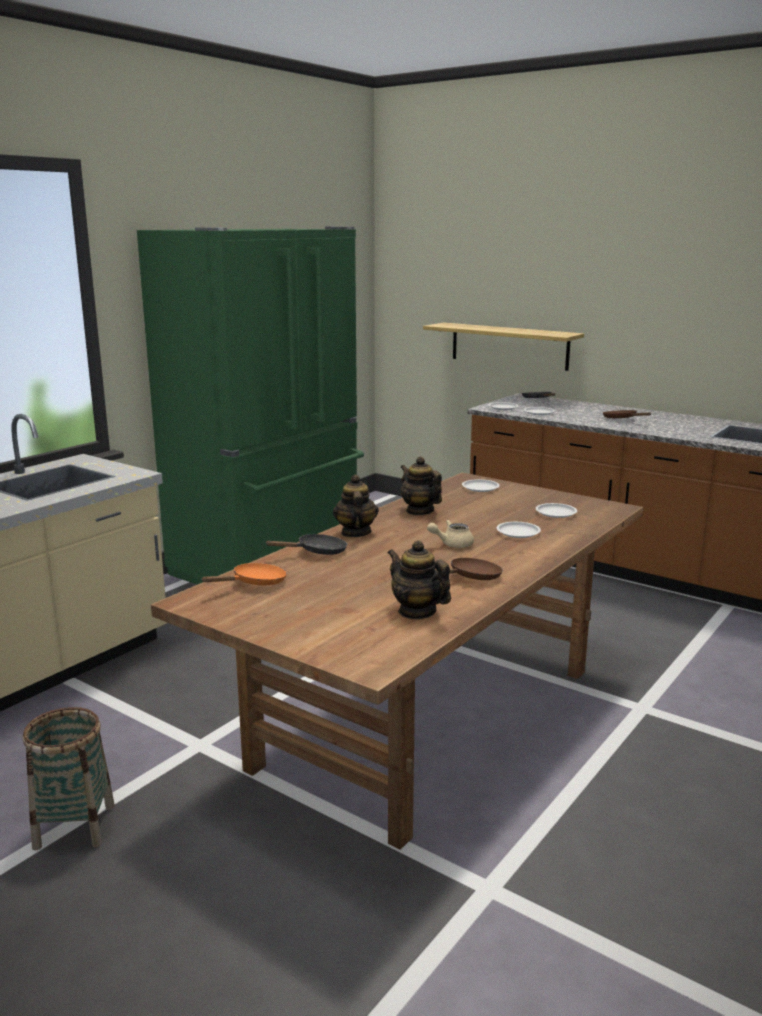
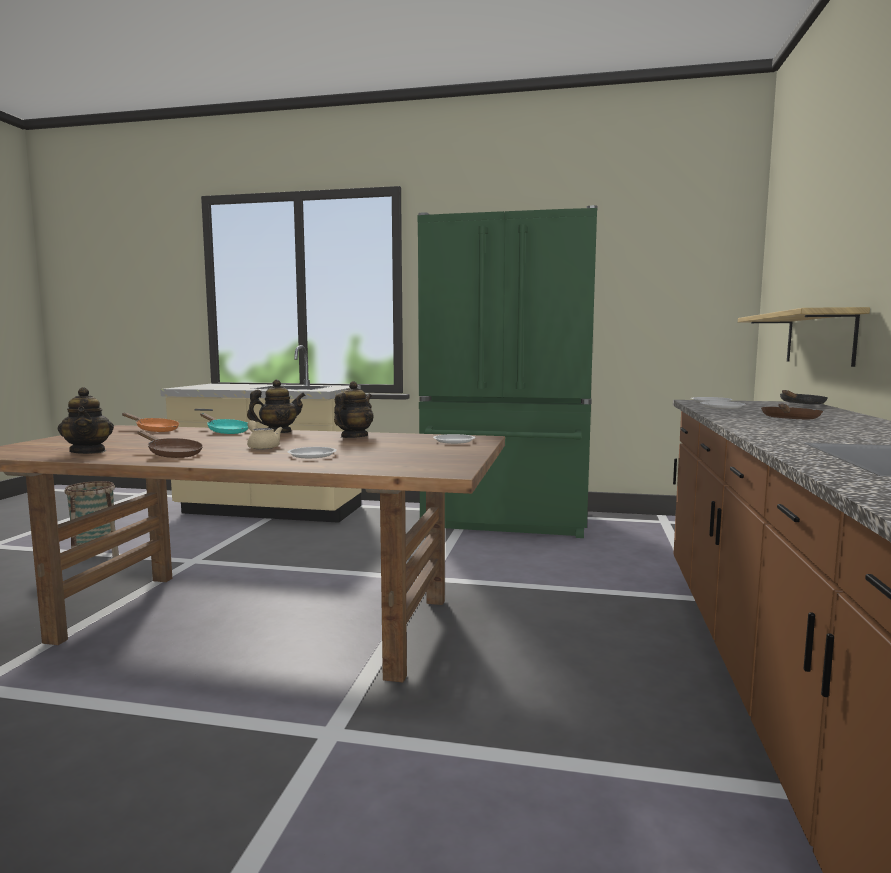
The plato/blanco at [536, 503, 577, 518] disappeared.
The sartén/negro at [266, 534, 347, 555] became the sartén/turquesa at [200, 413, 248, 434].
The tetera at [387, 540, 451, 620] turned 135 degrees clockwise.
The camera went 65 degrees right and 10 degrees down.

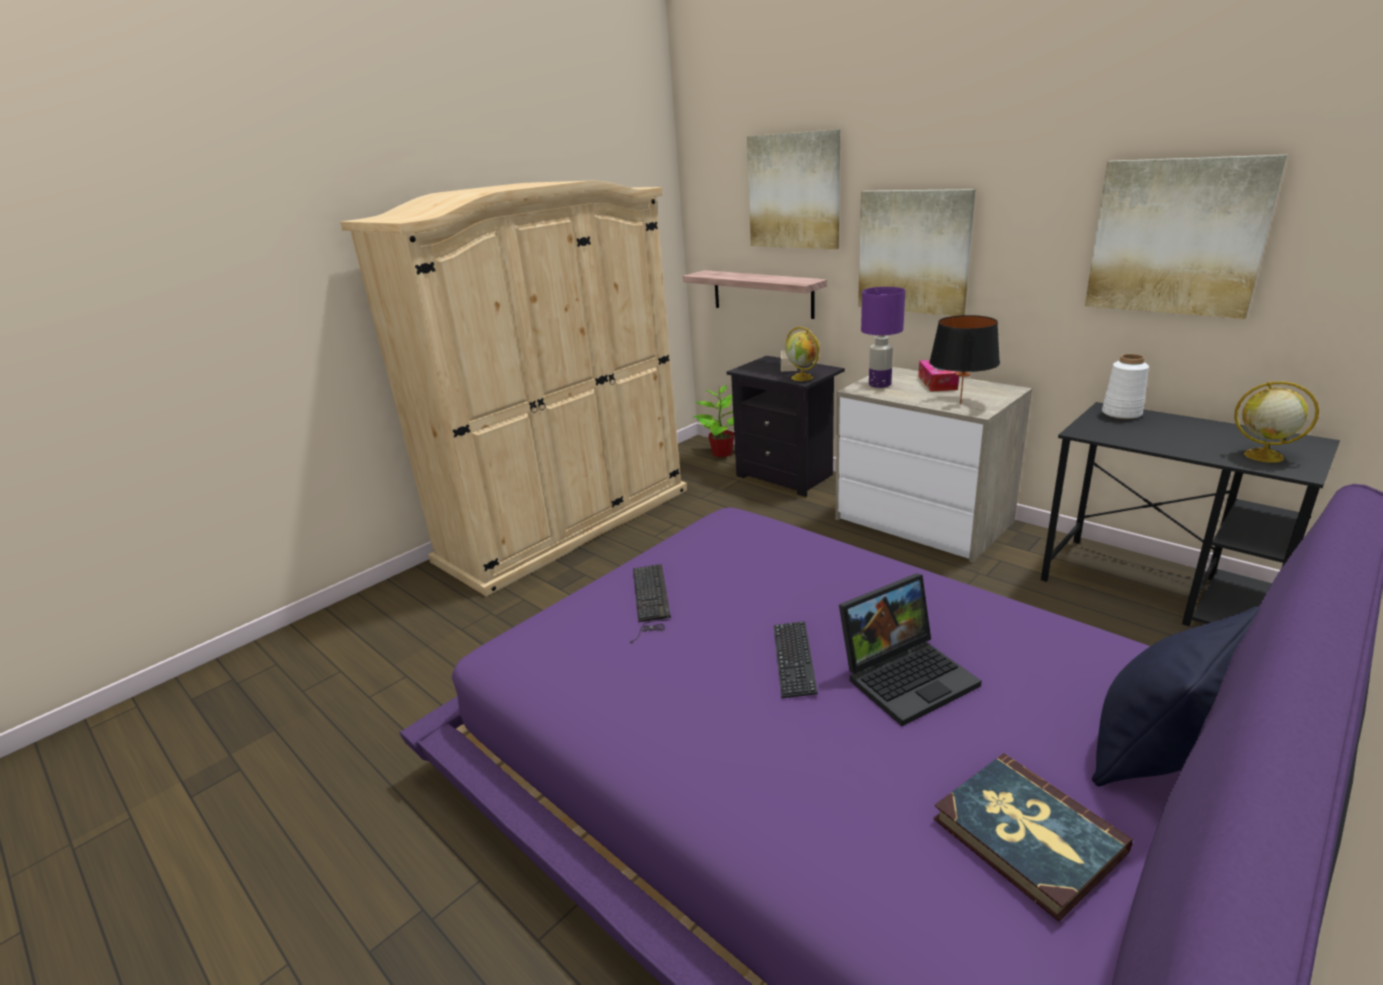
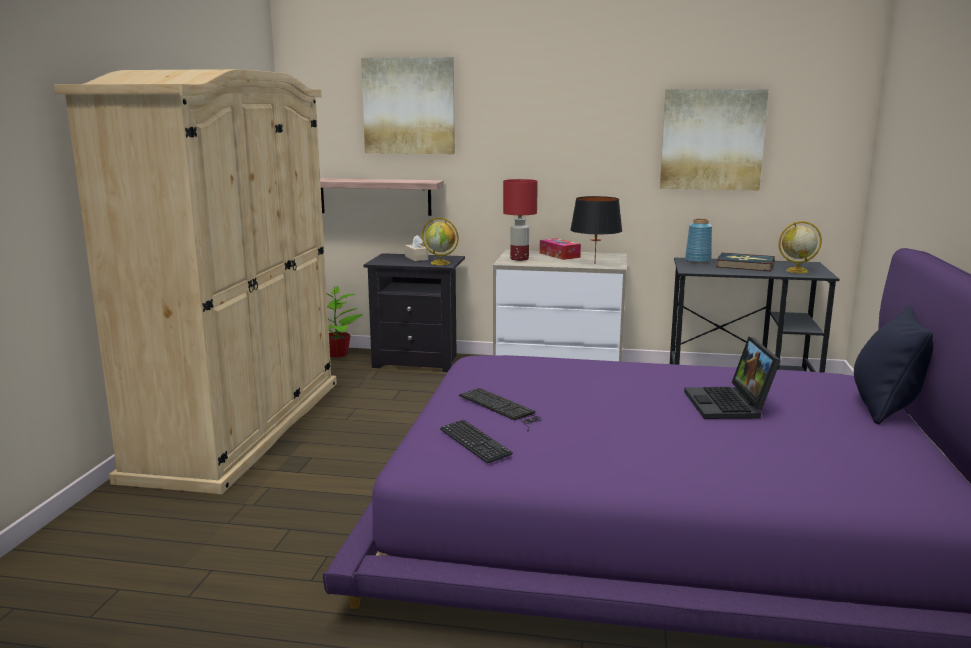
The cuadro at [858, 189, 976, 316] disappeared.
The teclado moved from [773, 621, 818, 698] to [440, 420, 513, 464].
The libro moved from [933, 753, 1133, 921] to [716, 252, 775, 271].
The lámpara de mesa/morado at [861, 287, 905, 388] became the lámpara de mesa/rojo at [503, 179, 538, 261].
The florero/blanco at [1102, 354, 1149, 419] became the florero/azul at [685, 218, 712, 263].
The portátil at [839, 573, 982, 726] turned 150 degrees clockwise.
The camera went 35 degrees left and 10 degrees down.

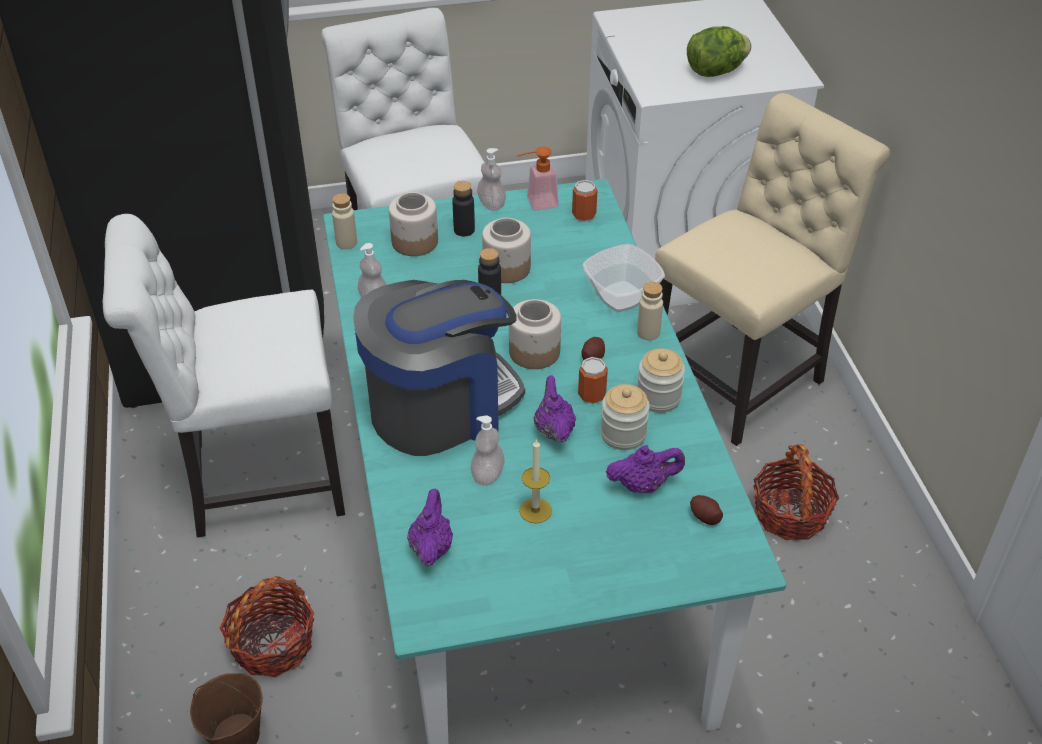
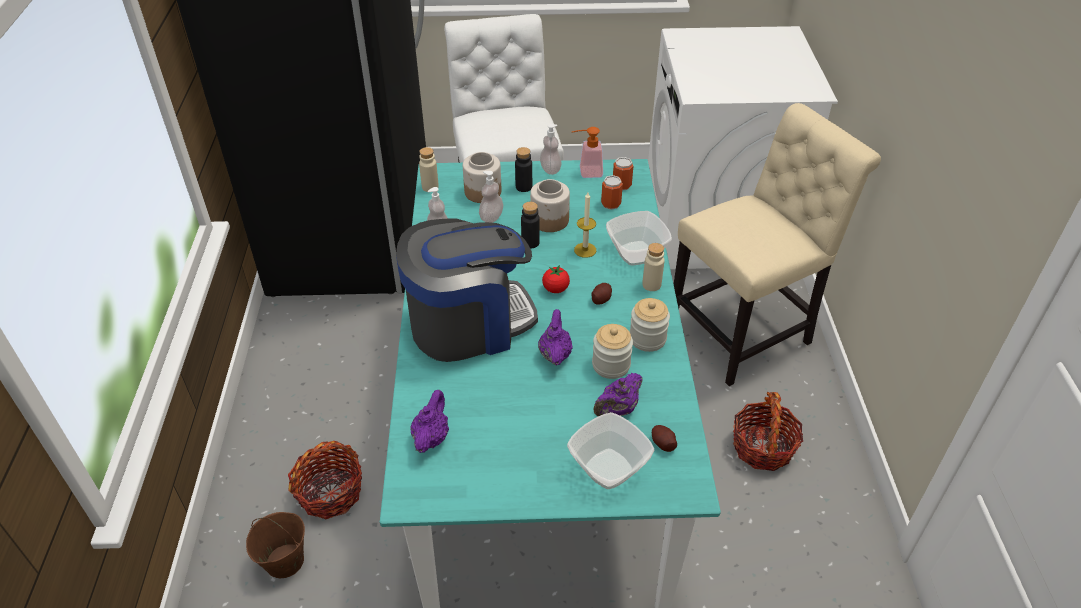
The silla/blanco at [103, 214, 345, 538] disappeared.
The lechuga at [687, 26, 751, 77] disappeared.
The cuenco at [567, 412, 654, 489] appeared.
The dispensador de jabón moved from [471, 416, 505, 486] to [479, 171, 503, 223].
The vela moved from [519, 438, 552, 524] to [574, 192, 596, 258].
The lata moved from [578, 357, 608, 404] to [601, 175, 623, 210].
The tarro at [509, 299, 561, 369] was replaced by the tomate at [542, 265, 570, 293].
The tetera/morado at [606, 445, 685, 493] turned 135 degrees clockwise.
The camera went 10 degrees right and 0 degrees up.

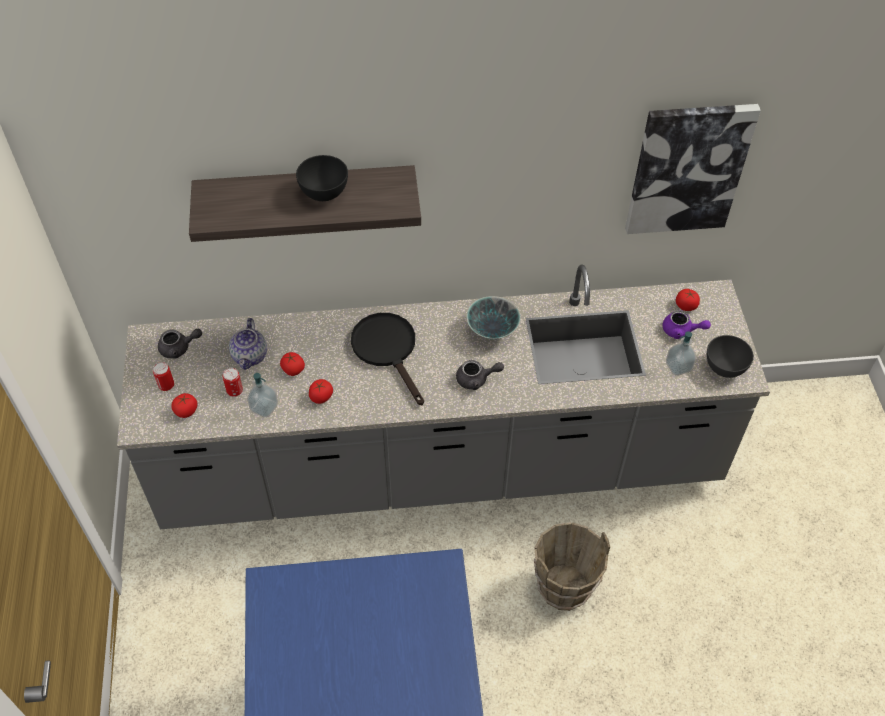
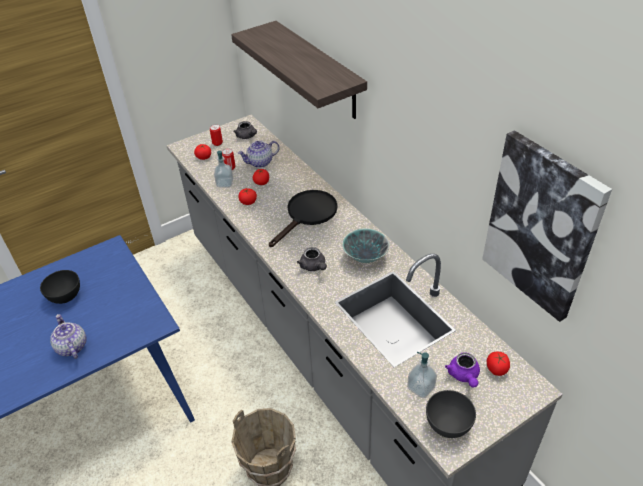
The tetera at [50, 314, 86, 359] appeared.
The cuenco/negro moved from [296, 155, 348, 201] to [40, 270, 80, 304].
The camera went 65 degrees right and 10 degrees down.

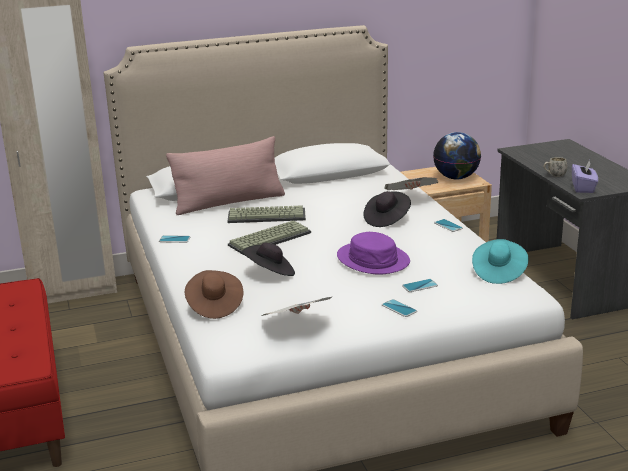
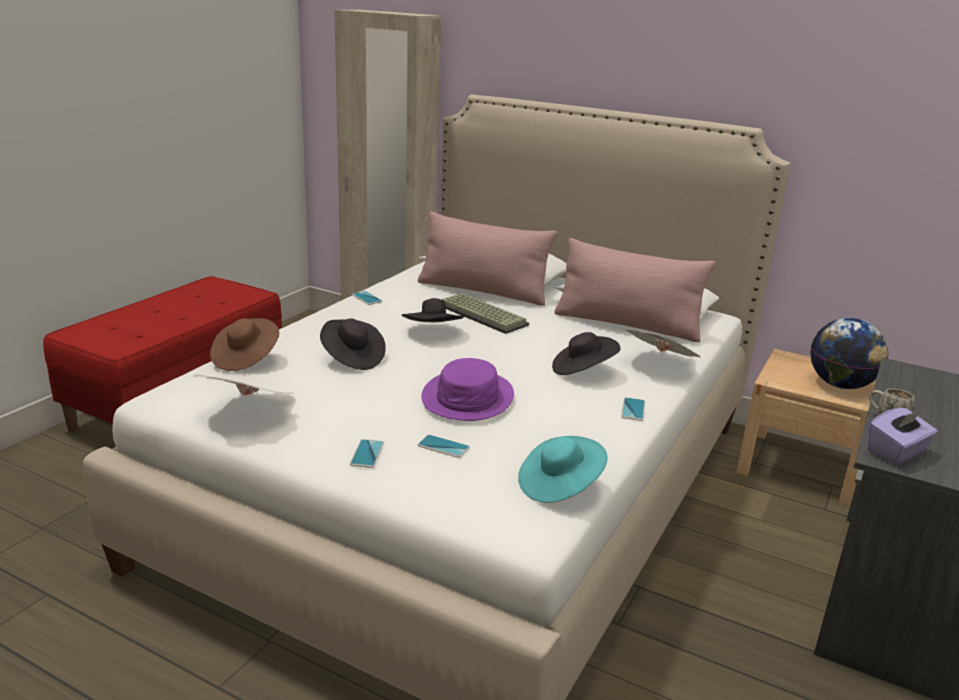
The cojín/rosa at [554, 238, 716, 342] appeared.
The teclado at [228, 220, 311, 255] was replaced by the sombrero/negro at [402, 298, 465, 322].
The camera went 45 degrees right and 0 degrees up.

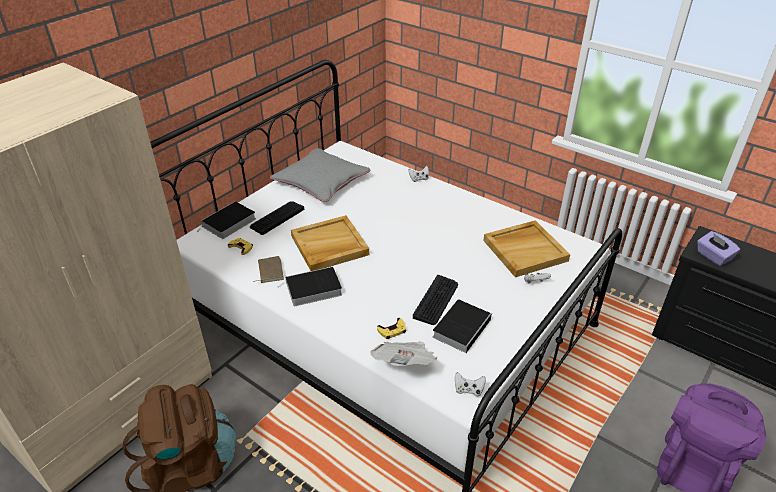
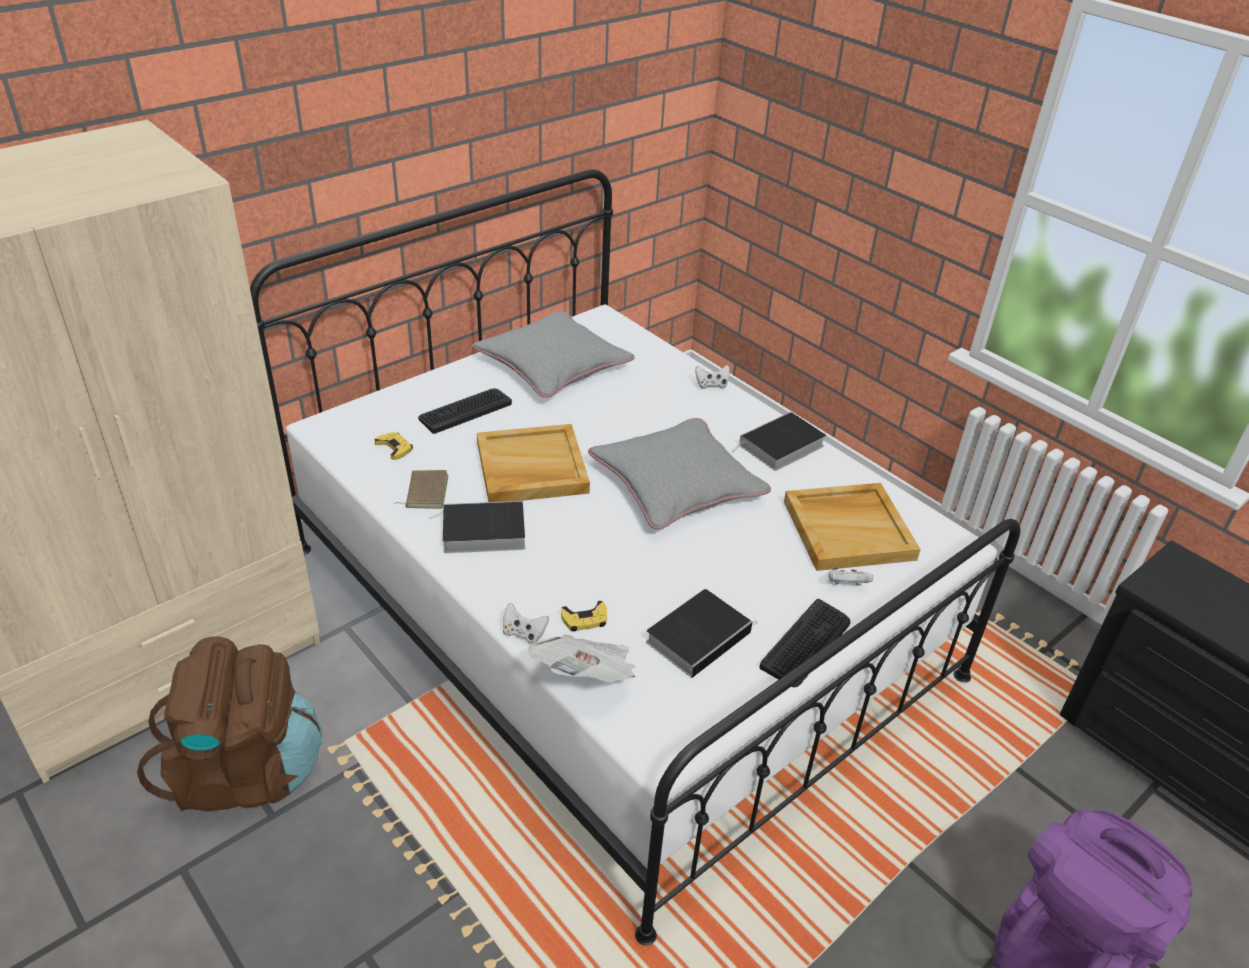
The caja de pañuelos/morado at [697, 231, 740, 266] disappeared.
The cojín/gris at [588, 418, 771, 529] appeared.
The libro moved from [199, 201, 256, 239] to [732, 412, 826, 471].
The teclado moved from [413, 275, 458, 325] to [760, 599, 850, 687].
The mando de consola/blanco moved from [455, 372, 486, 397] to [503, 603, 549, 644].
The camera went 10 degrees right and 0 degrees up.

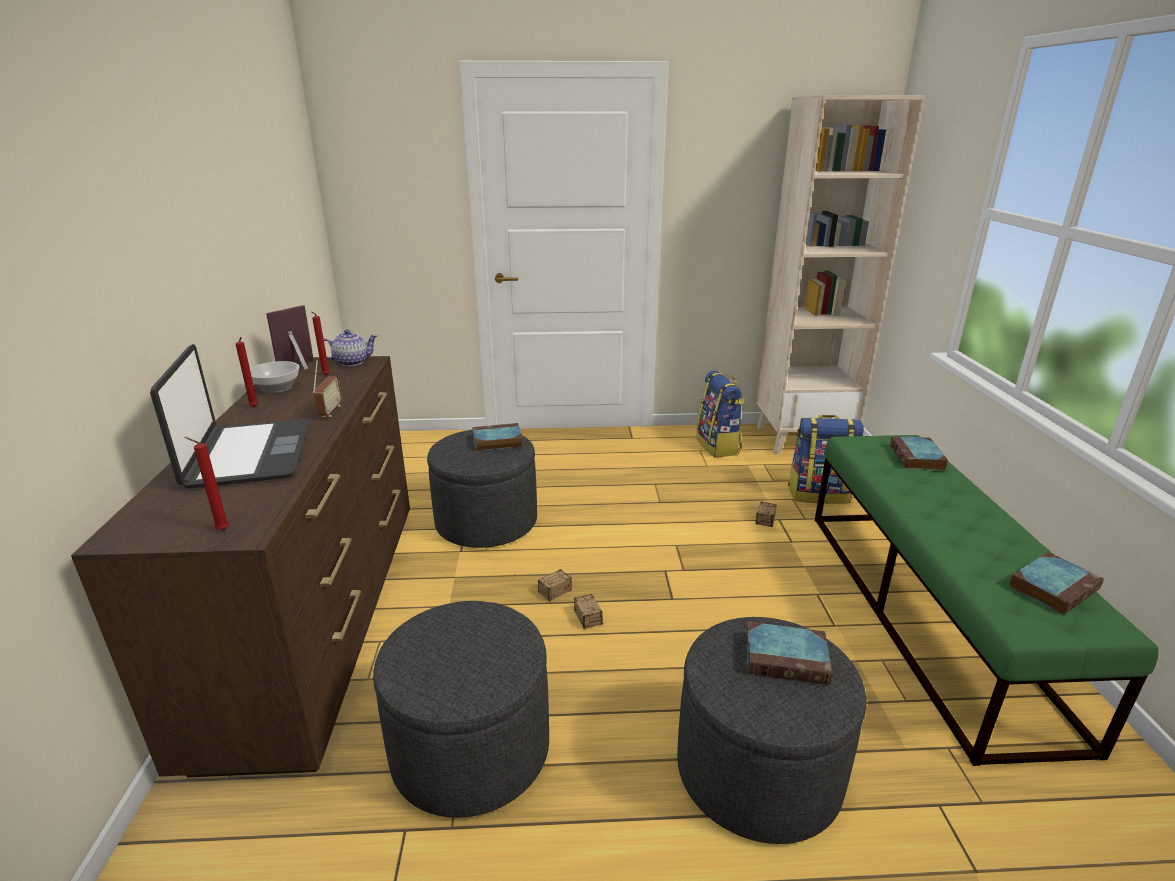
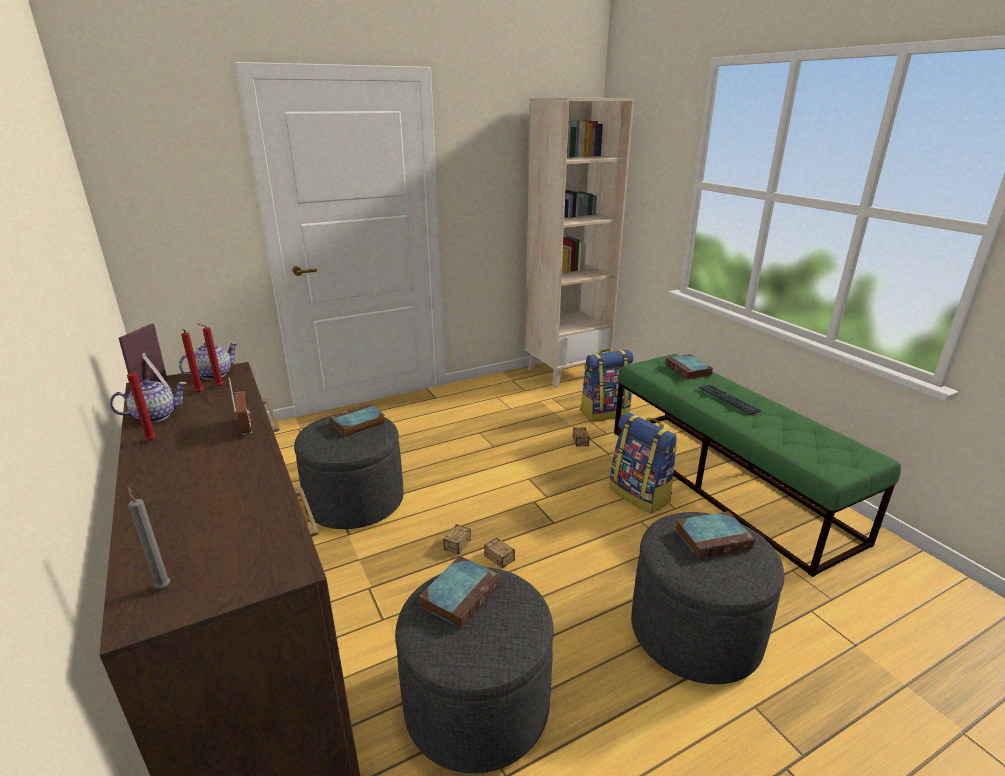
The portátil at [150, 344, 310, 489] disappeared.
The vela/gris at [128, 487, 170, 588] appeared.
The teclado at [699, 385, 761, 414] appeared.
The vela/rojo moved from [184, 437, 229, 530] to [197, 323, 224, 387].
The mochila moved from [696, 371, 744, 457] to [609, 413, 678, 514].
The libro moved from [1009, 552, 1104, 615] to [419, 556, 500, 629].
The cuenco at [250, 361, 299, 393] was replaced by the tetera at [110, 379, 187, 423].
The camera went 25 degrees left and 0 degrees up.

